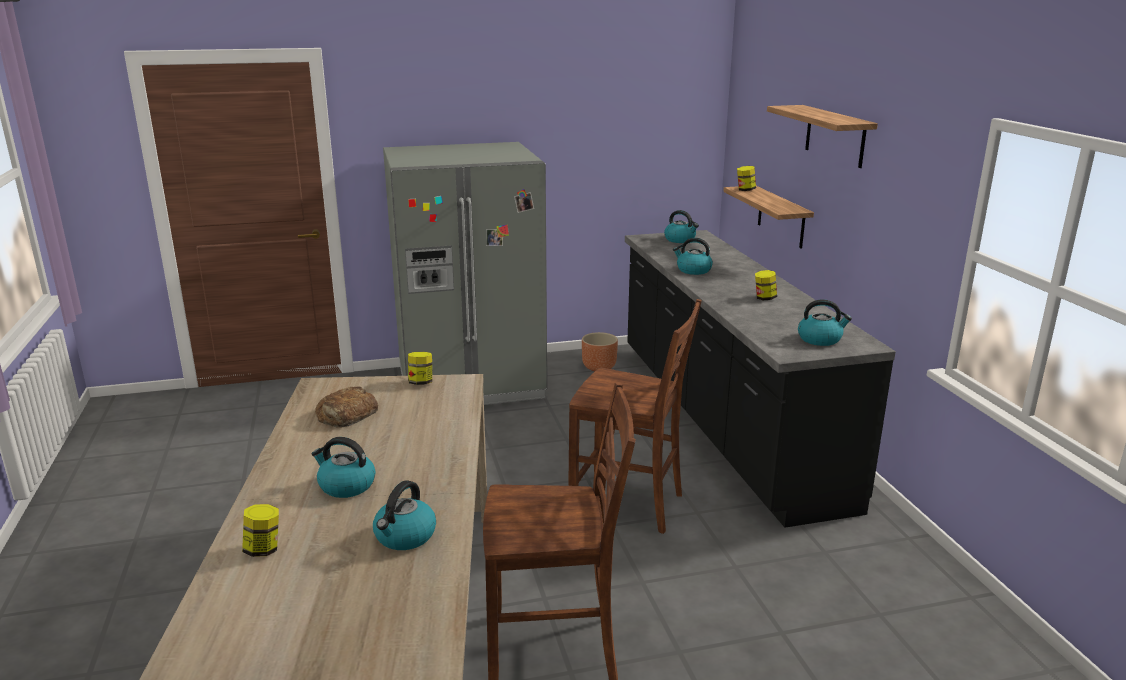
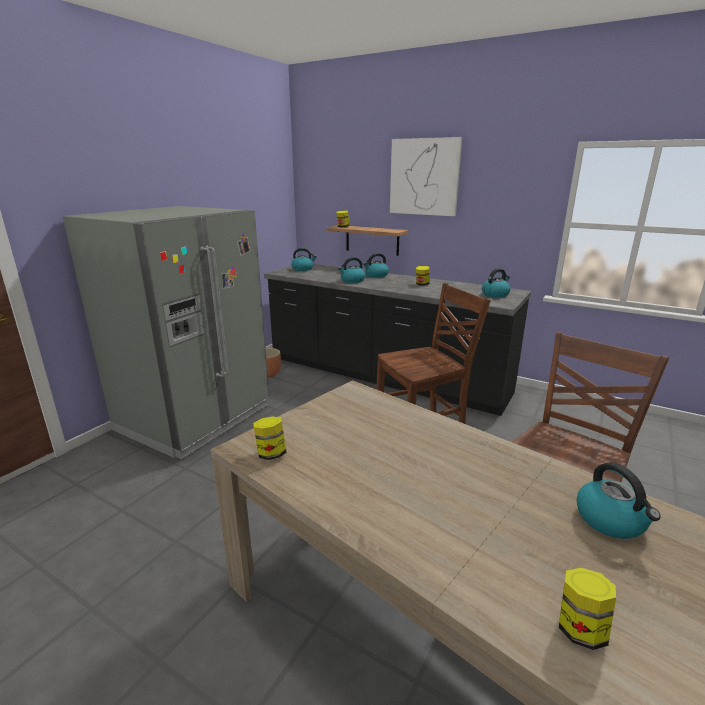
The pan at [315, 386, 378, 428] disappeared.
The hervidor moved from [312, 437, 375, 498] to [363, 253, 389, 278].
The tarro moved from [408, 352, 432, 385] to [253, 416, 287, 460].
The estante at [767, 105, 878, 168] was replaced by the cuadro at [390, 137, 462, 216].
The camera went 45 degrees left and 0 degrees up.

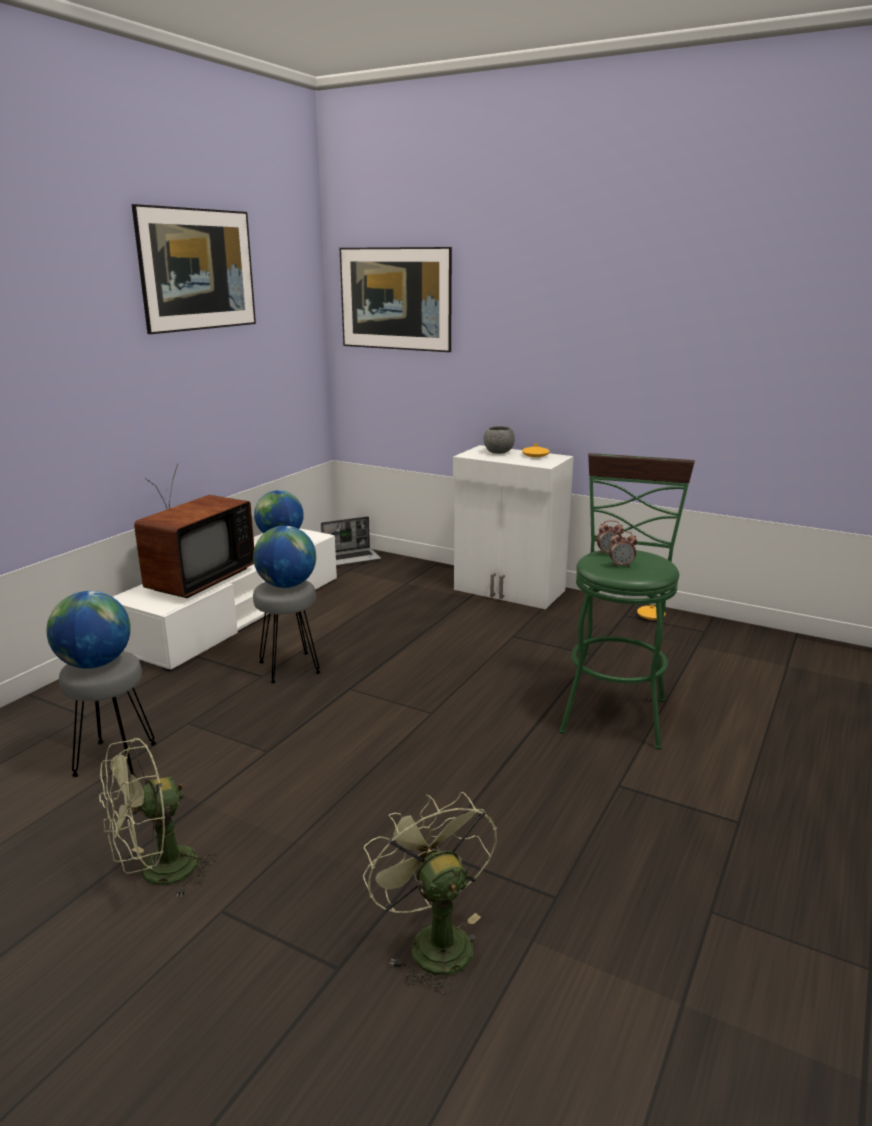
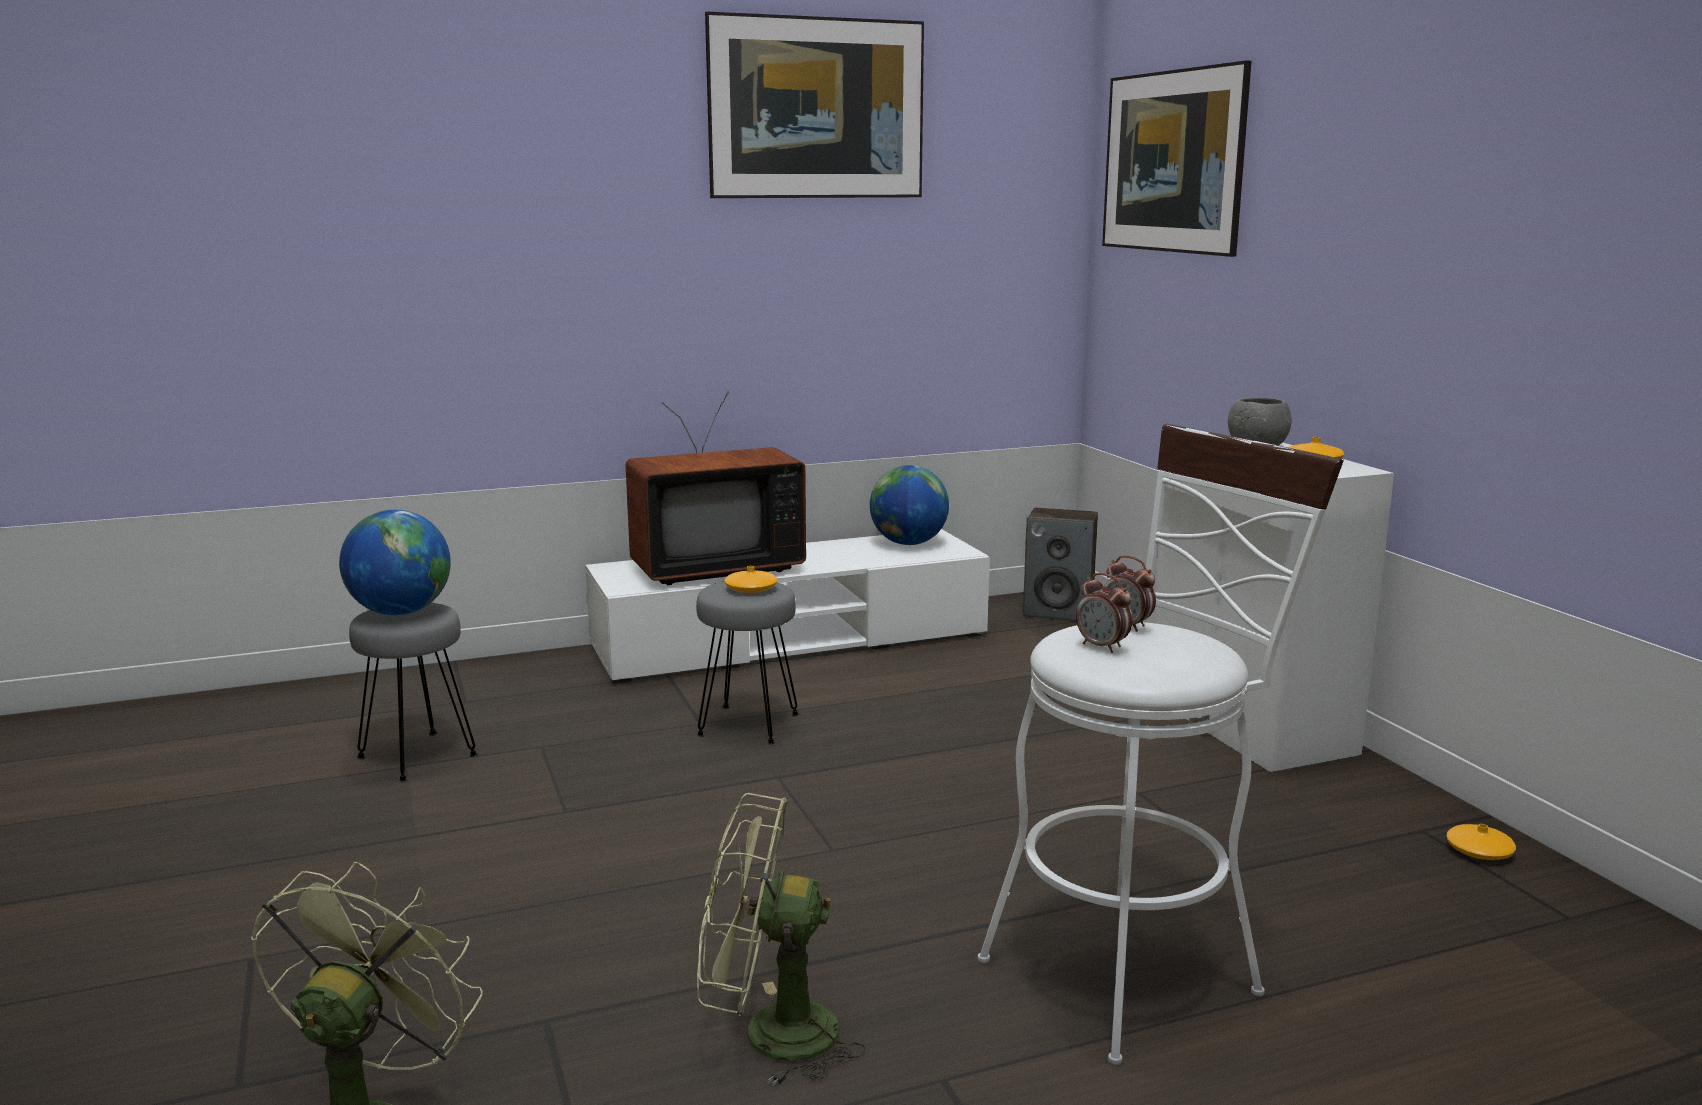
The ventilador/verde moved from [99, 738, 218, 898] to [697, 793, 866, 1086].
The globo terráqueo at [253, 526, 316, 588] was replaced by the florero/naranja at [725, 566, 777, 593].
The portátil at [321, 516, 381, 566] was replaced by the altavoz at [1023, 508, 1098, 621].
The taburete/verde at [559, 453, 695, 750] became the taburete/blanco at [978, 424, 1344, 1065].
The camera went 40 degrees right and 5 degrees down.

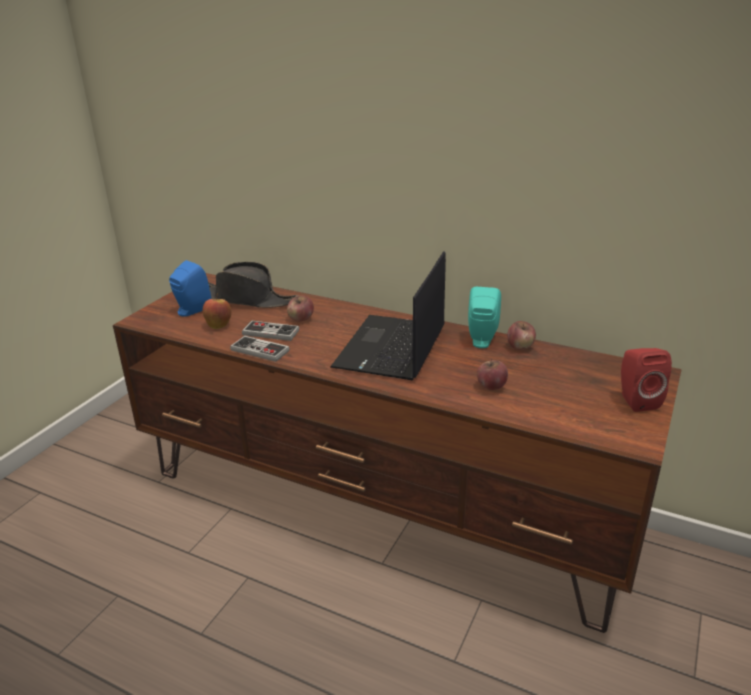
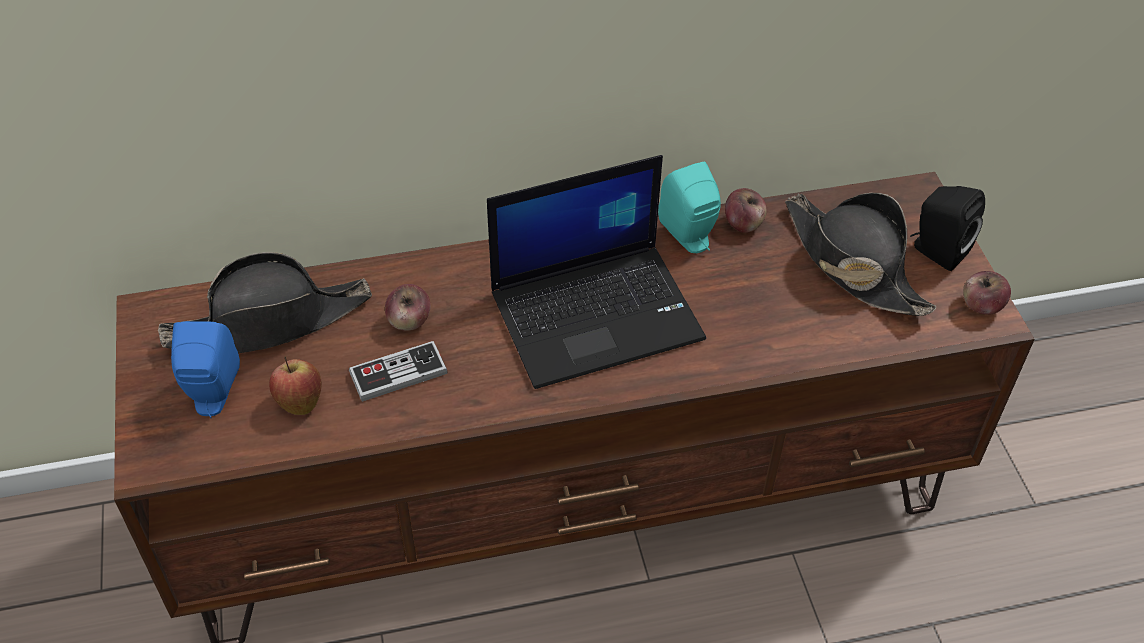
The mando de consola at [230, 336, 290, 362] disappeared.
The sombrero/negro at [785, 193, 936, 316] appeared.
The manzana moved from [477, 359, 508, 390] to [963, 271, 1011, 315].
The altavoz/rojo at [621, 348, 672, 412] became the altavoz/negro at [910, 186, 985, 271].
The portátil at [330, 251, 446, 381] turned 90 degrees counterclockwise.
The camera went 40 degrees left and 20 degrees up.

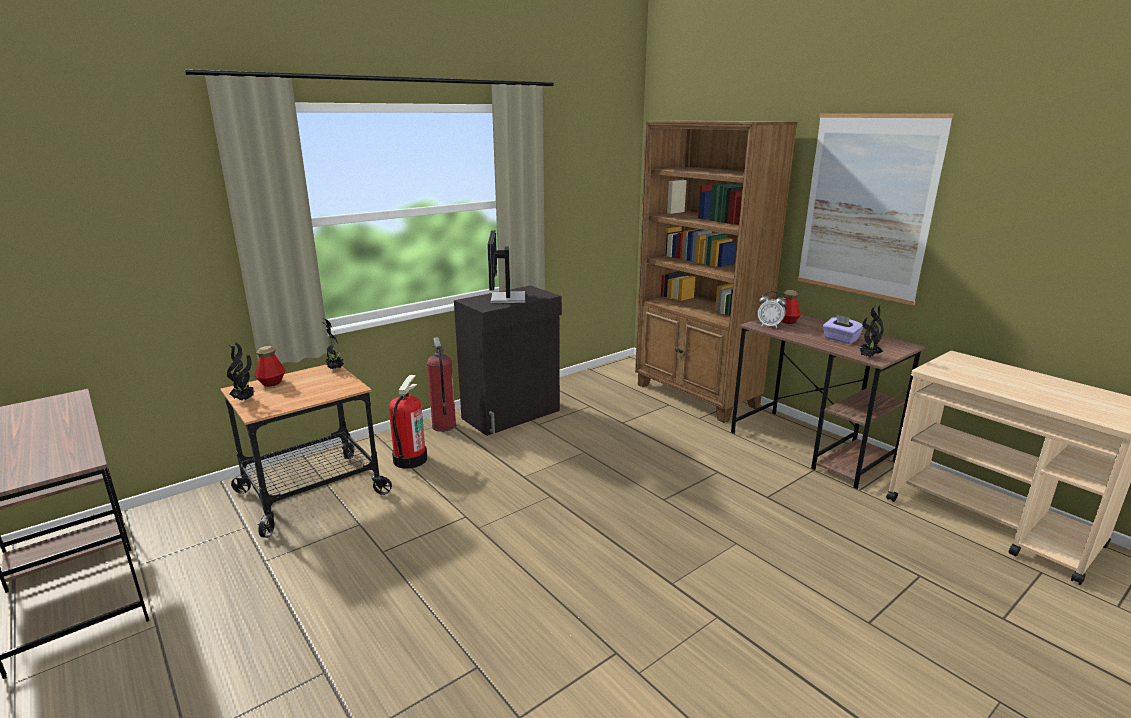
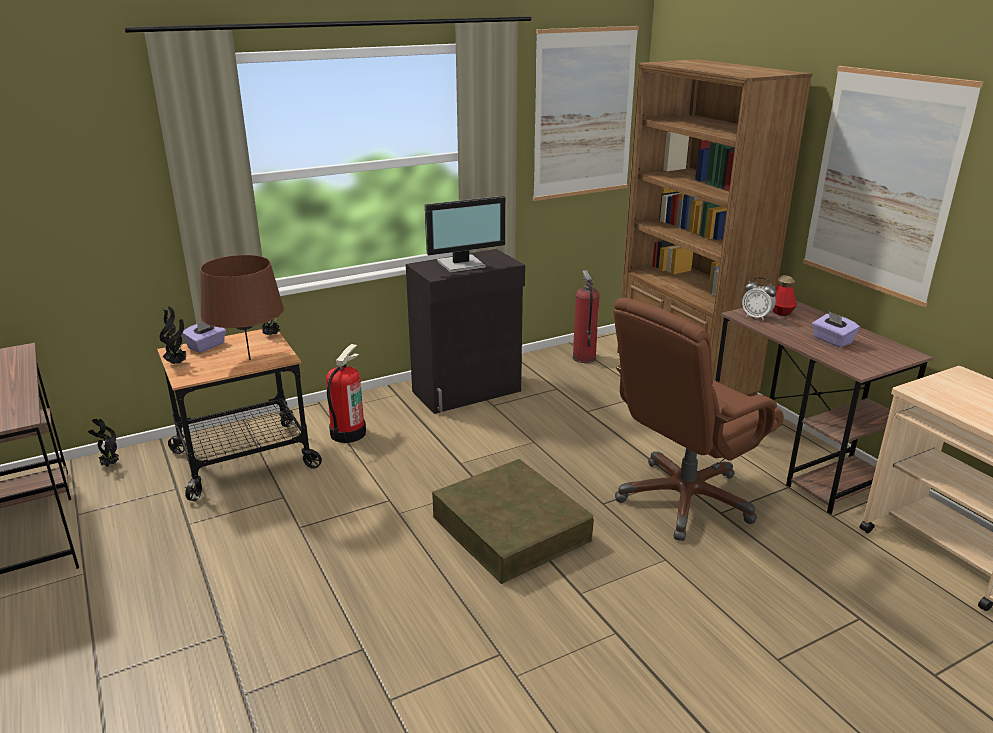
The lámpara de mesa/marrón at [200, 255, 284, 360] appeared.
The caja de almacenaje/marrón at [432, 459, 594, 584] appeared.
The cuadro at [533, 26, 639, 201] appeared.
The silla de oficina/marrón at [614, 298, 784, 541] appeared.
The extintor moved from [427, 337, 456, 432] to [573, 270, 600, 363].
The planta en maceta moved from [859, 306, 884, 357] to [88, 419, 119, 467].
The botella at [255, 346, 285, 387] was replaced by the caja de pañuelos/morado at [182, 322, 226, 353].
The monitor at [487, 231, 525, 303] turned 120 degrees counterclockwise.
The camera went 10 degrees right and 5 degrees up.

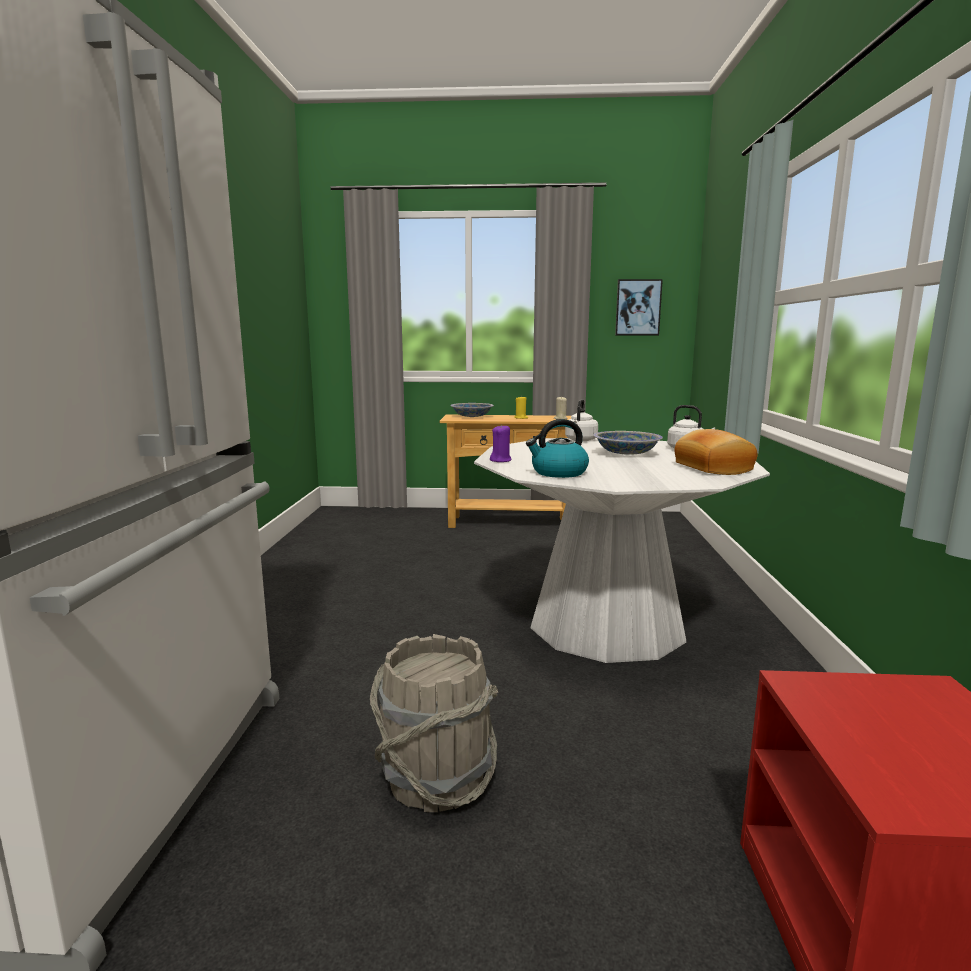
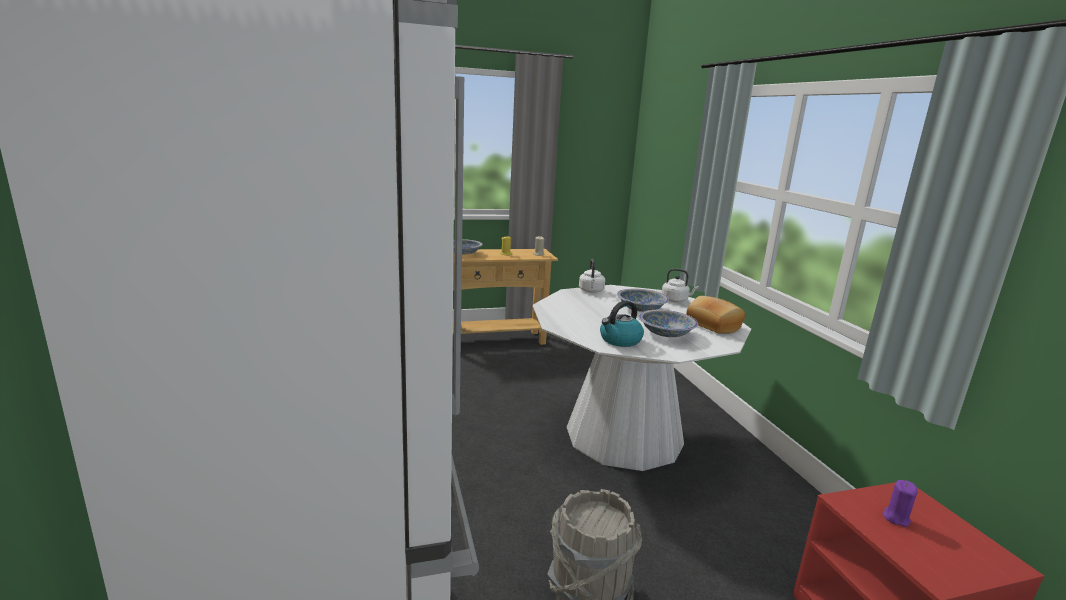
The cuadro at [615, 279, 663, 335] disappeared.
The cuenco at [639, 310, 698, 337] appeared.
The vela/morado moved from [490, 424, 511, 462] to [883, 480, 918, 527].
The camera went 20 degrees left and 5 degrees up.

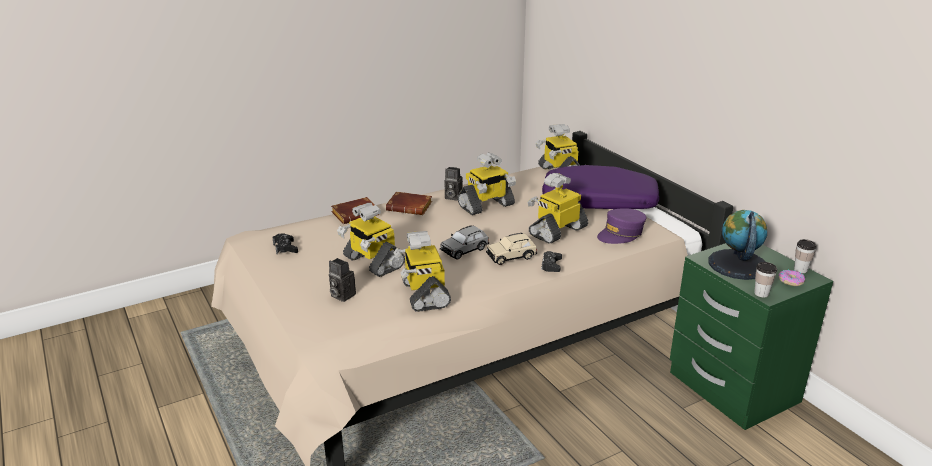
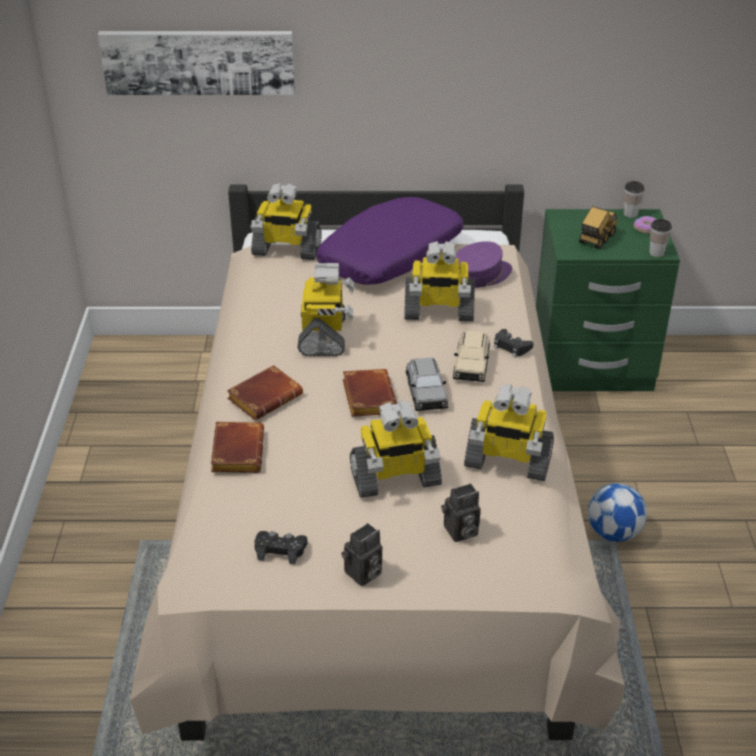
The cuadro at [98, 31, 295, 95] appeared.
The libro/marrón at [343, 369, 397, 417] appeared.
The balón de fútbol at [588, 483, 647, 542] appeared.
The cámara moved from [444, 167, 463, 201] to [341, 523, 382, 586].
The globo terráqueo at [708, 210, 767, 280] was replaced by the camión de juguete at [579, 206, 617, 249].
The robot de juguete at [527, 173, 588, 244] turned 75 degrees counterclockwise.
The gorra/morado at [597, 208, 646, 244] turned 120 degrees counterclockwise.
The camera went 60 degrees left and 10 degrees up.

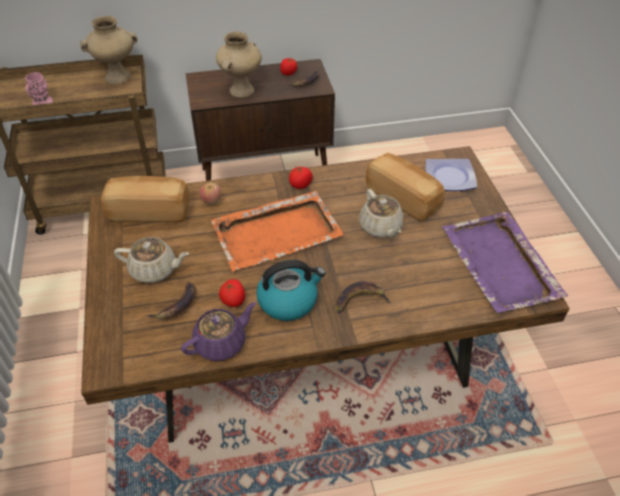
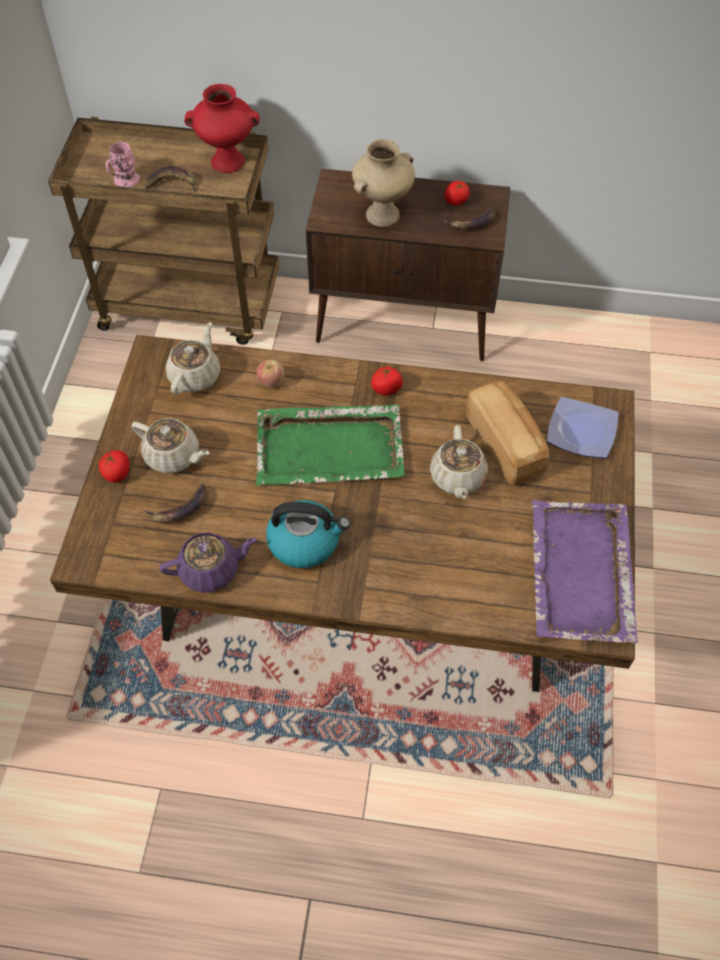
The tomate moved from [219, 279, 245, 307] to [99, 450, 129, 482].
The plátano moved from [336, 281, 391, 313] to [145, 166, 197, 193].
The pan at [101, 176, 189, 222] was replaced by the tetera/beis at [166, 322, 221, 394].
The florero/beis at [80, 16, 137, 84] became the florero/rojo at [184, 84, 260, 173].
The bandeja/naranja at [211, 191, 344, 272] became the bandeja/verde at [256, 404, 405, 486].
The camera went 20 degrees right and 10 degrees up.

